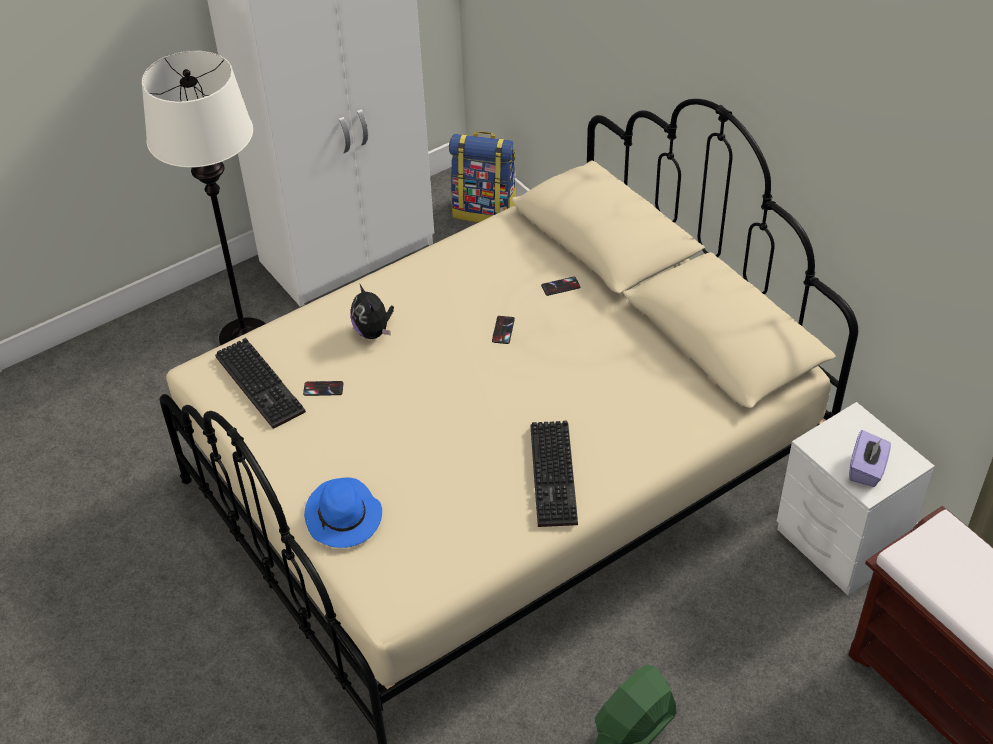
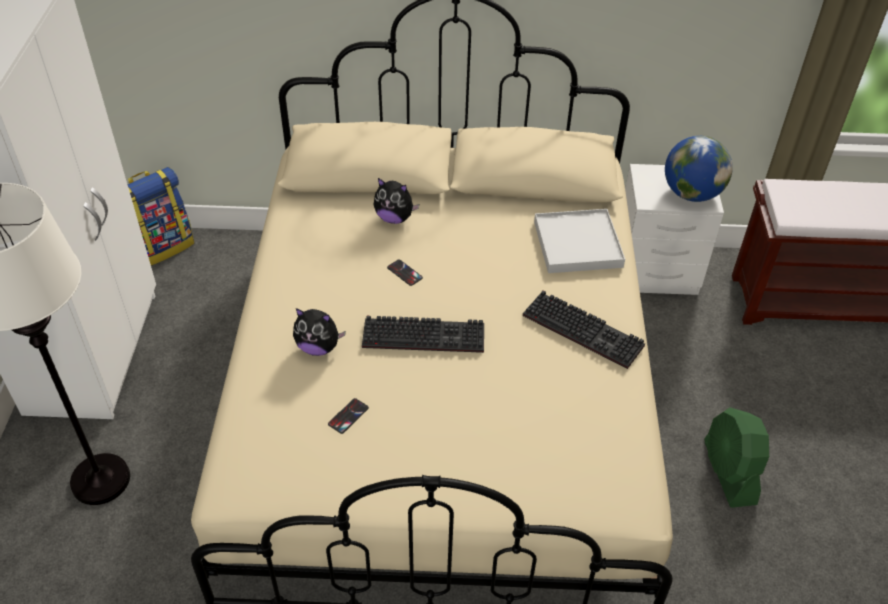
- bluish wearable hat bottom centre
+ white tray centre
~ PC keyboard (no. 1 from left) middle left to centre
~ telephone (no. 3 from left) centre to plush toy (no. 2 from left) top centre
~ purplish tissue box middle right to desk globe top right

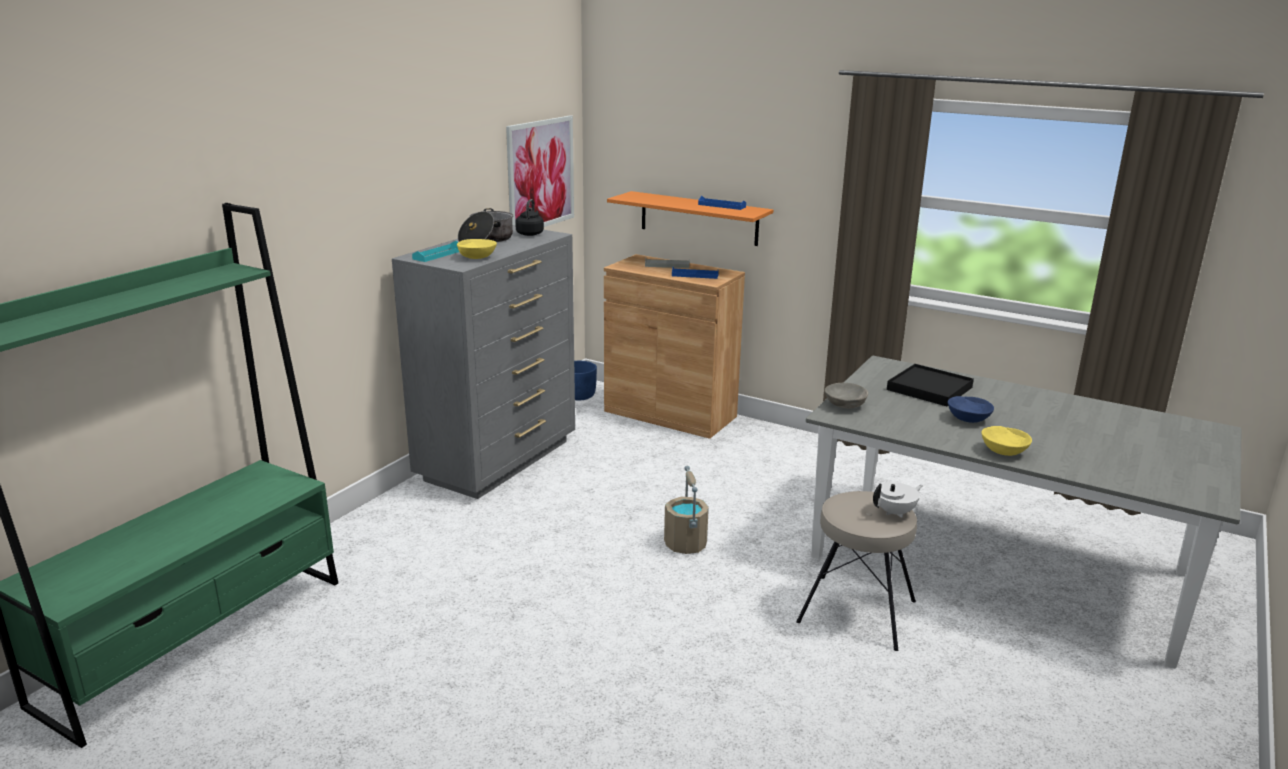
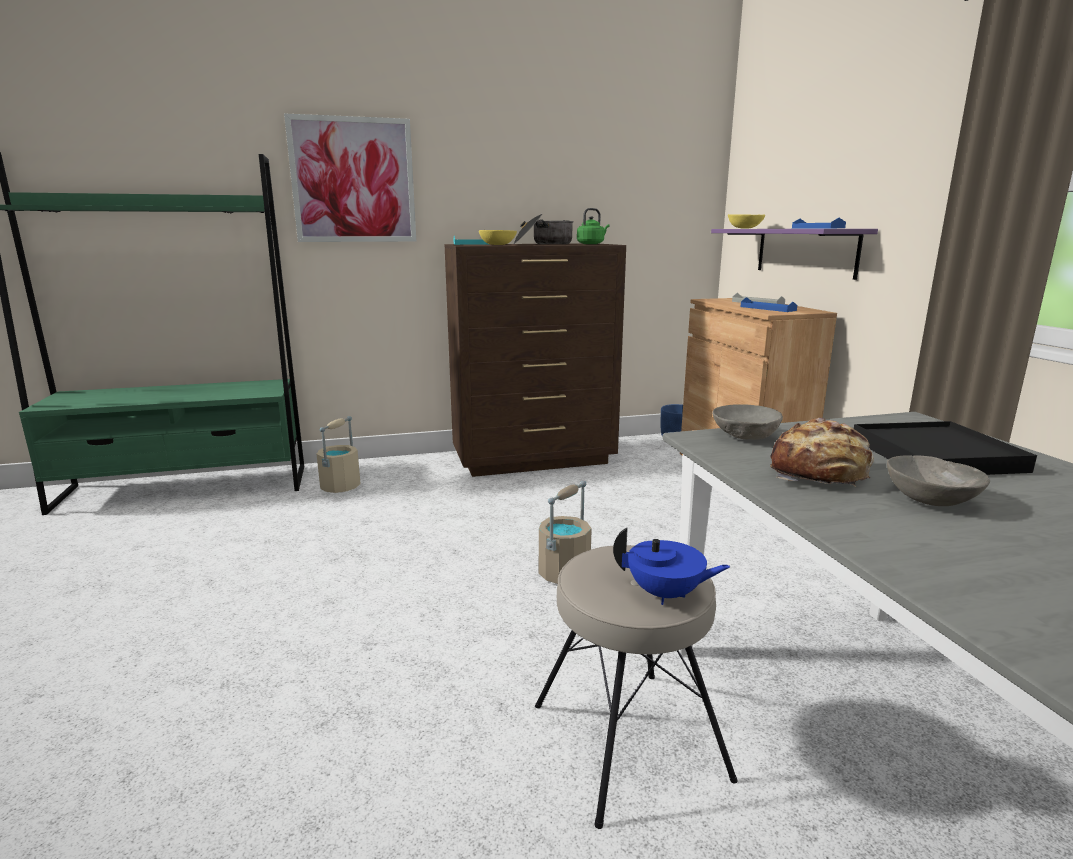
+ beige bucket (no. 1 from left) middle left
+ baked bread middle right
~ wall art top centre to top left
~ yellowish serving bowl (no. 2 from left) middle right to top right
~ grey drawer chest centre to brown-coloured drawer chest centre
~ blackish tea kettle top centre to green tea kettle top centre
~ orange-coloured bracket shelf top centre to purplish bracket shelf top right
~ white tea pot middle right to bluish tea pot centre
~ bluish serving bowl middle right to grey serving bowl (no. 2 from left) middle right

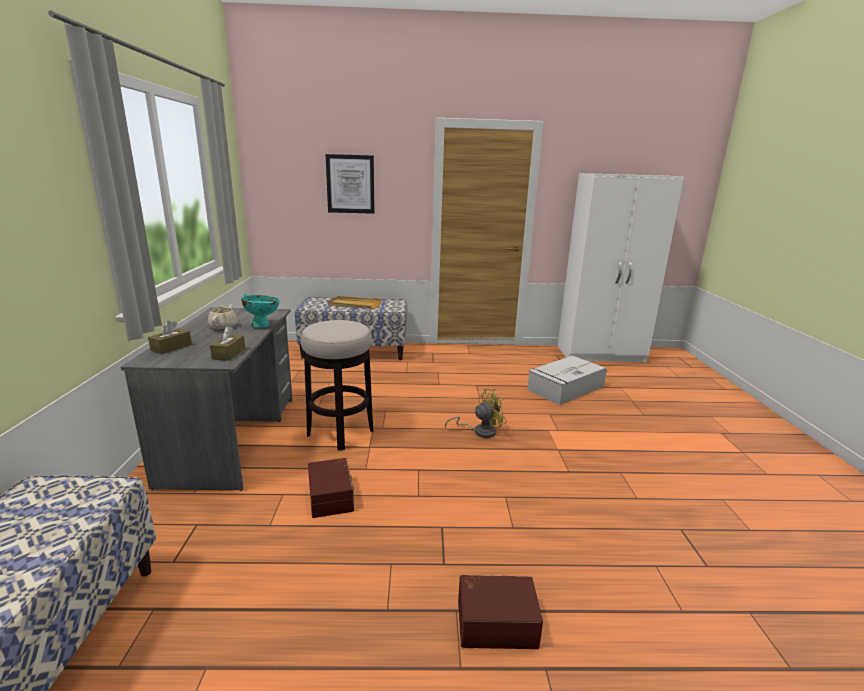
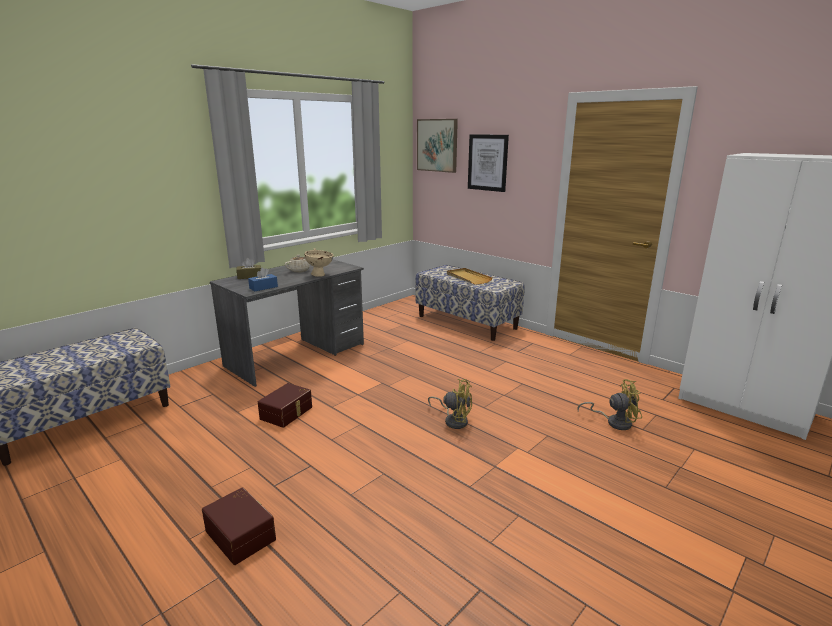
- stool centre
+ wall art (no. 1 from left) top centre
~ grey storage container centre to yellowish electric fan (no. 2 from left) middle right
~ brown-coloured tissue box (no. 2 from left) middle left to bluish tissue box middle left
~ blue-green serving bowl middle left to beige serving bowl centre

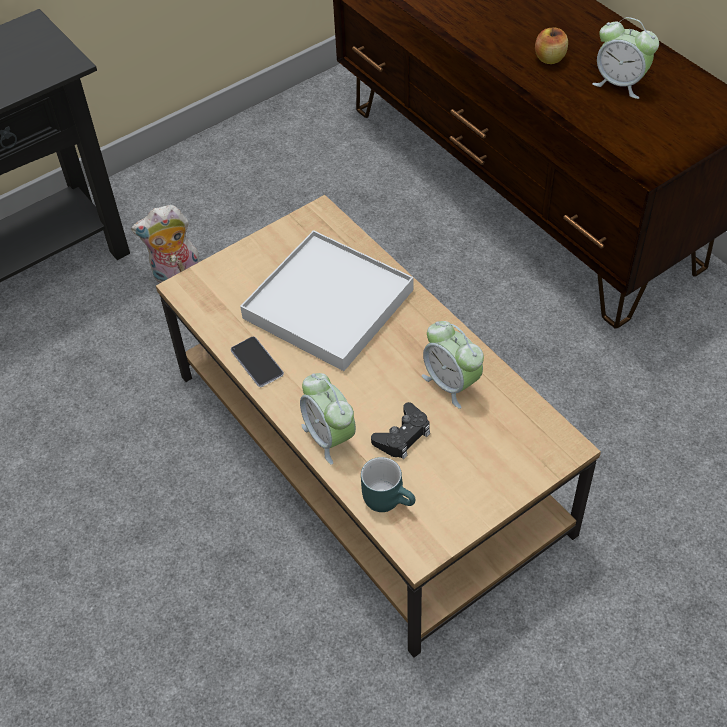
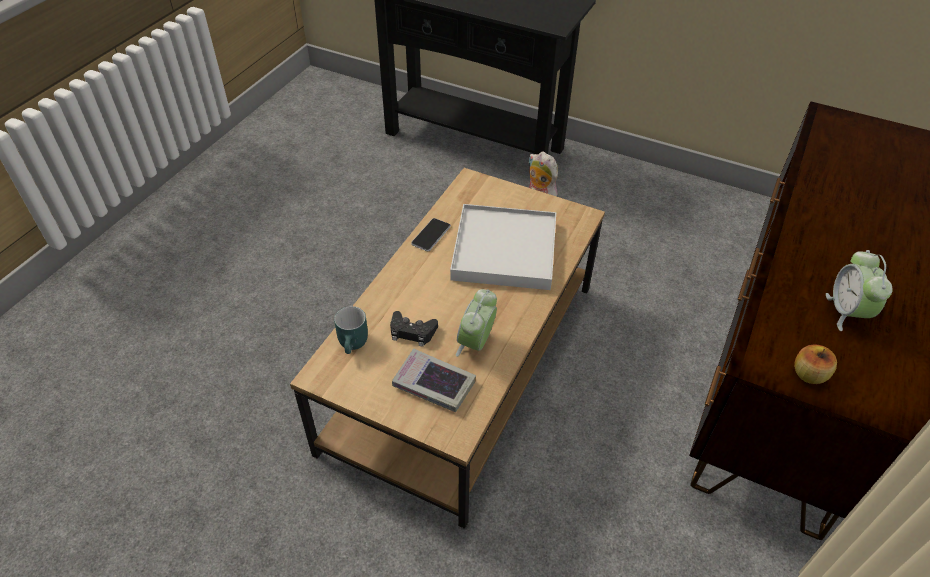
- bedside clock (no. 1 from left) centre
+ book centre
~ apple fruit top right to middle right

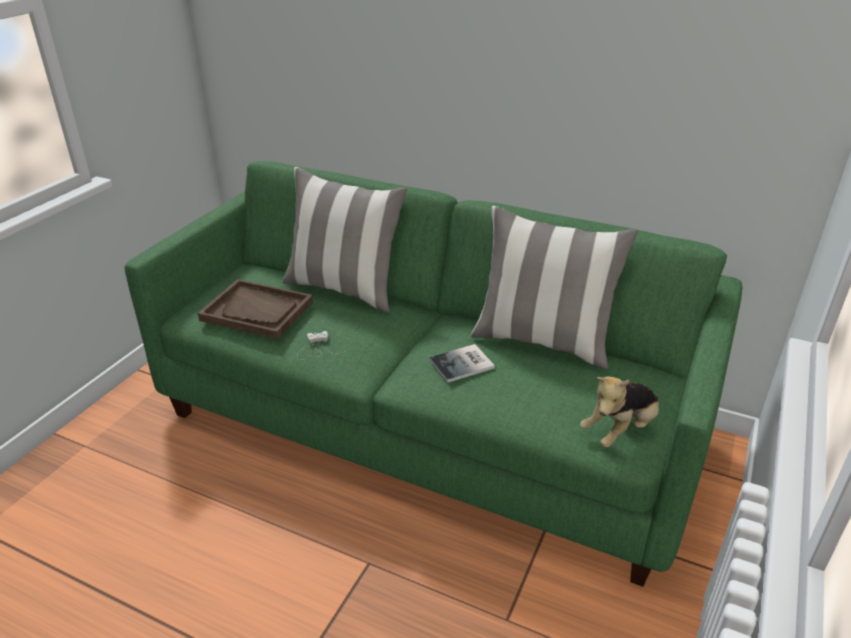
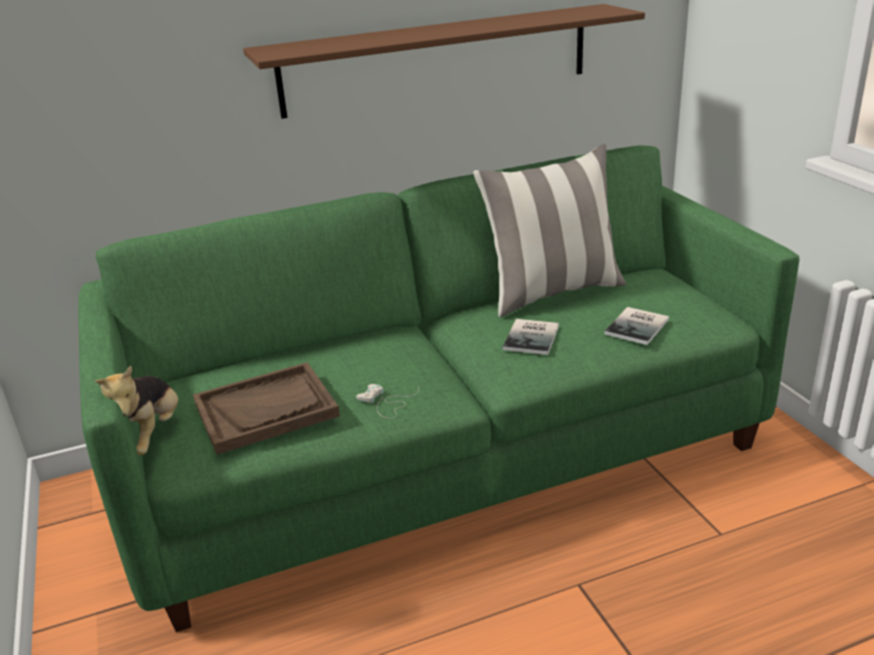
- cushion (no. 1 from left) centre
+ brown-coloured bracket shelf top centre
+ book (no. 2 from left) middle right
~ plush toy middle right to middle left

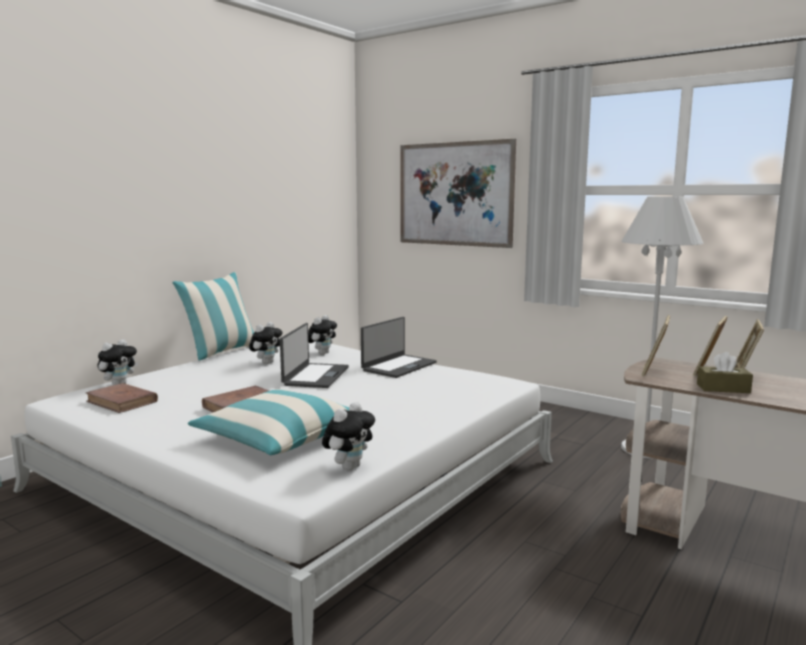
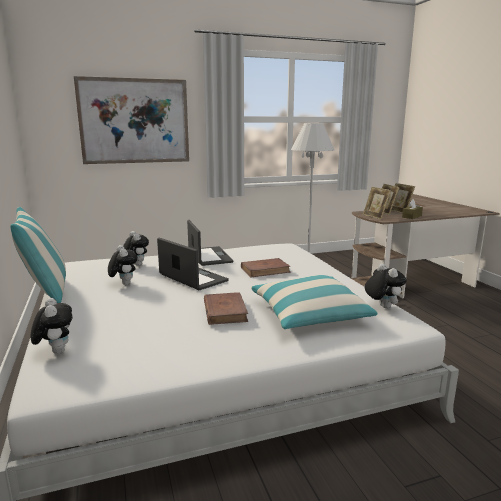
~ brown-coloured book (no. 1 from left in the first image) middle left to brown-coloured book (no. 2 from left) centre

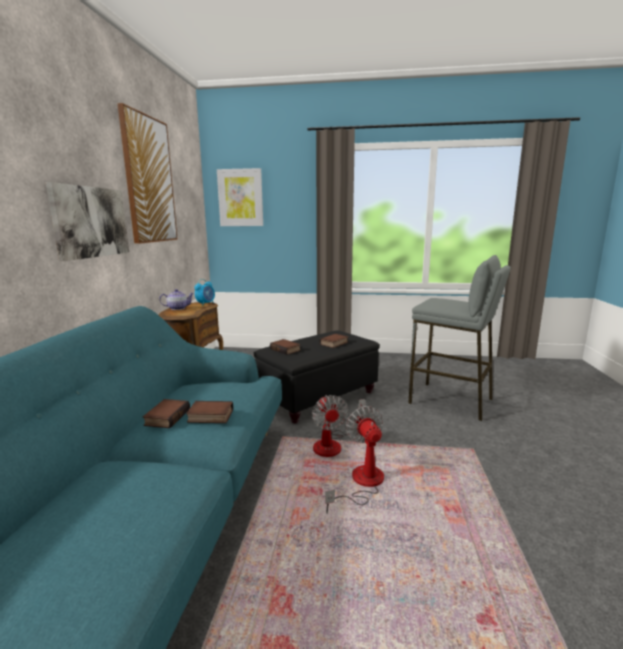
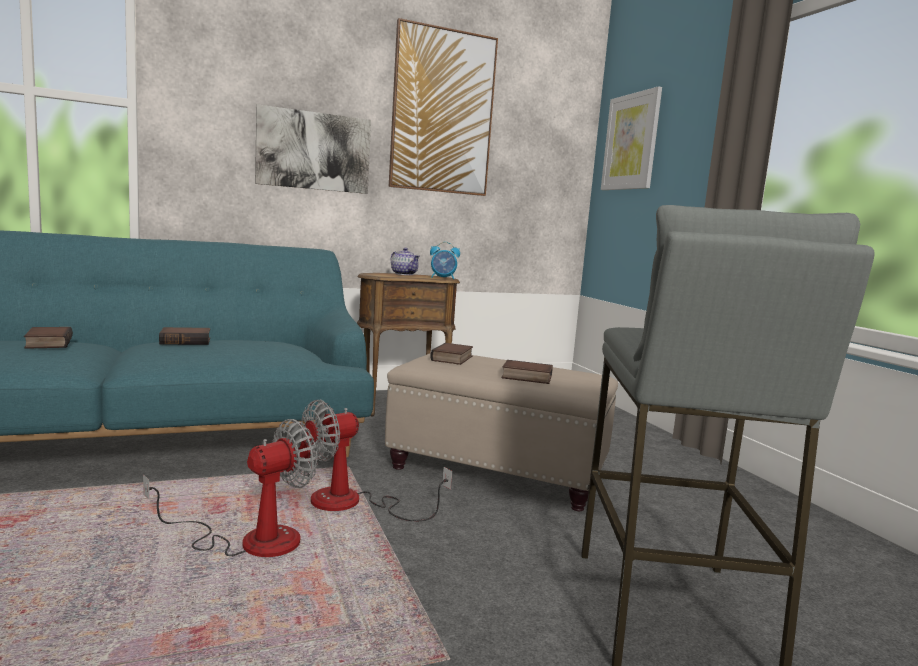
~ book (no. 2 from left in the first image) centre to book (no. 1 from left) middle left
~ blackish pouffe centre to beige pouffe centre

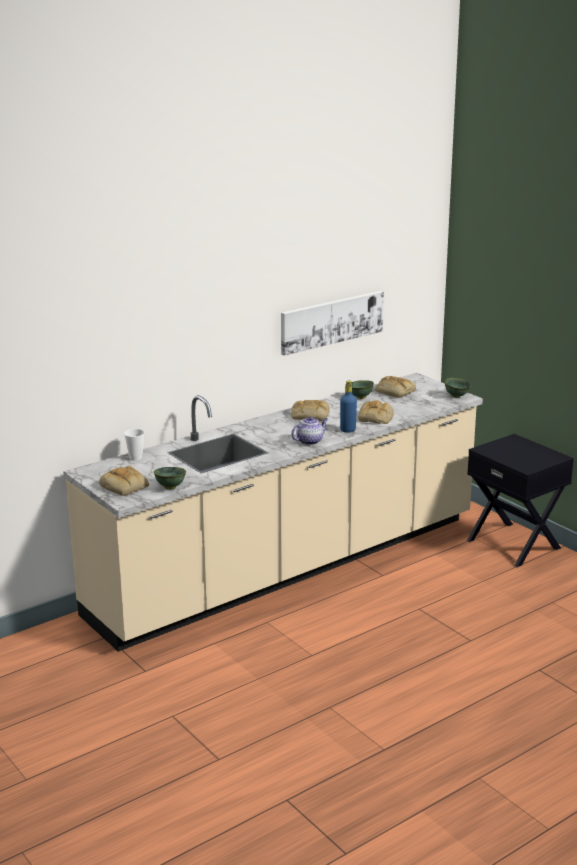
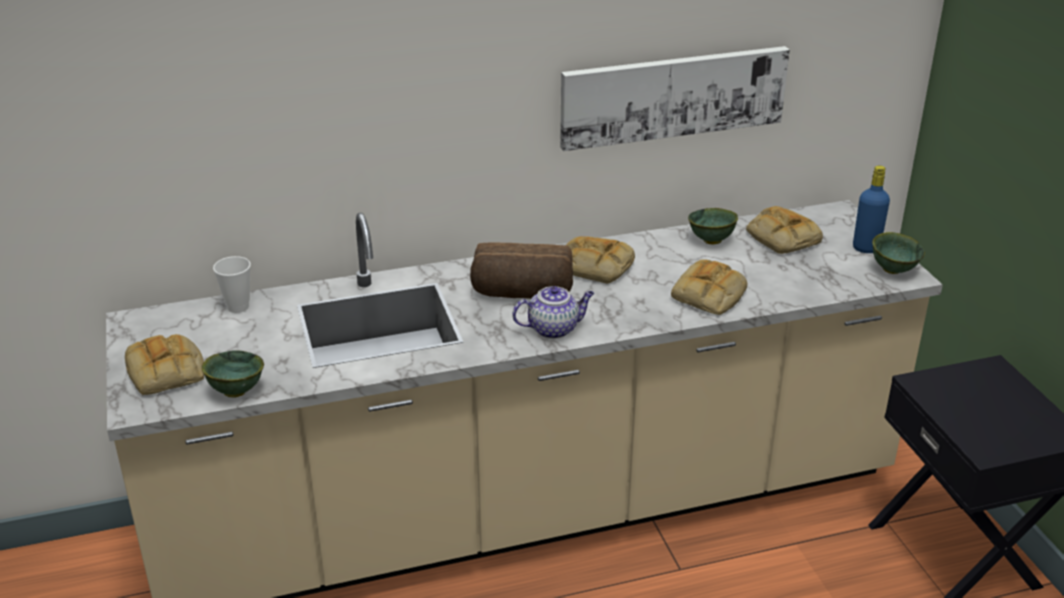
+ baked bread (no. 2 from left) centre
~ bluish drink bottle centre to middle right

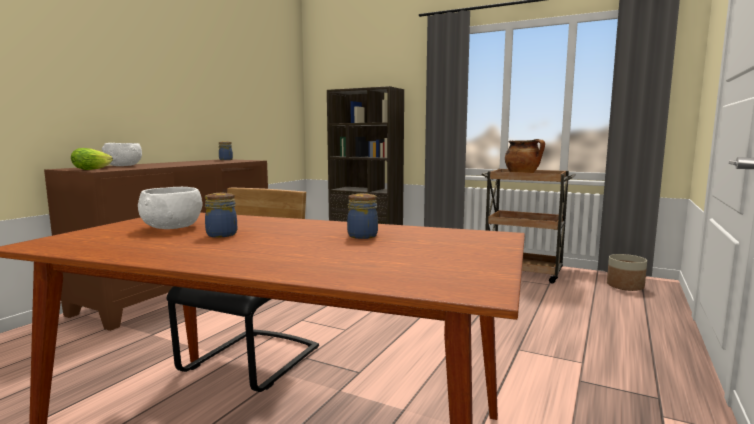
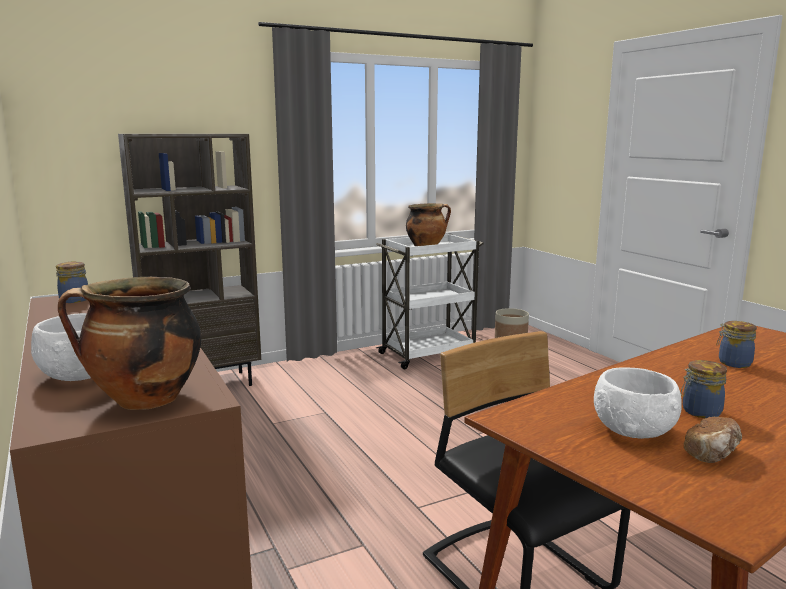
+ baked bread bottom right
~ lettuce middle left to saucepot (no. 1 from left) middle left
~ brown-coloured cart middle right to white cart centre

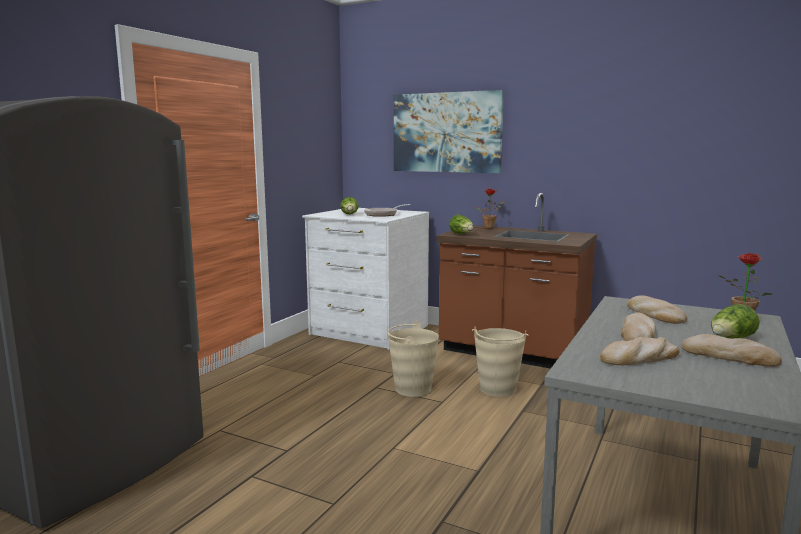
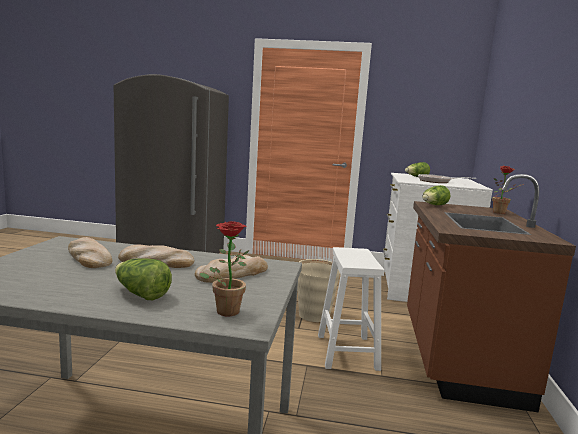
- wall art top centre
- baked bread (no. 4 from left) middle right
~ beige bucket (no. 2 from left) bottom centre to white stool bottom centre

